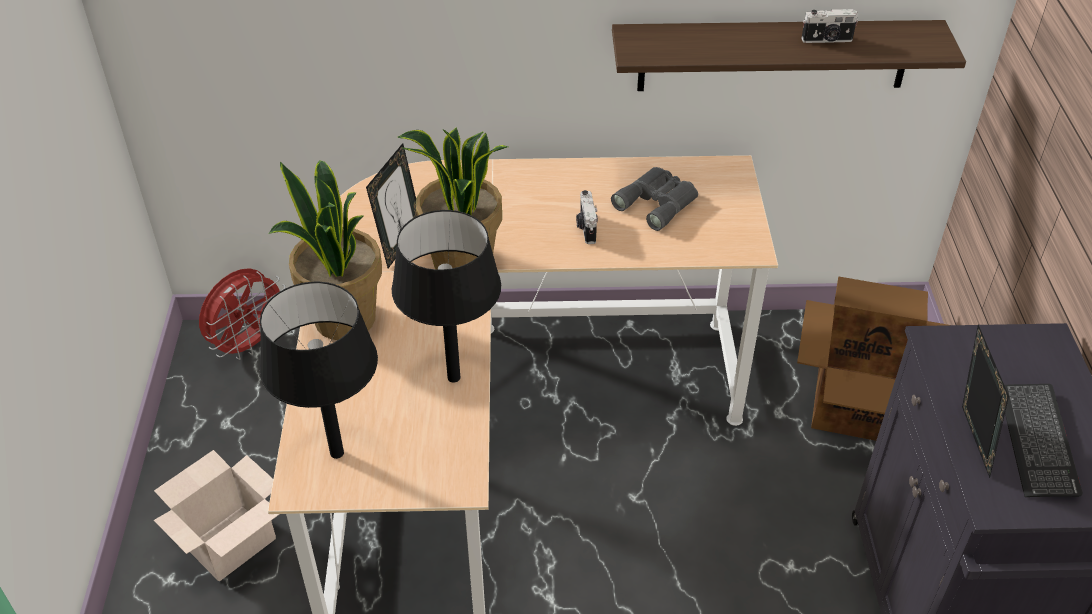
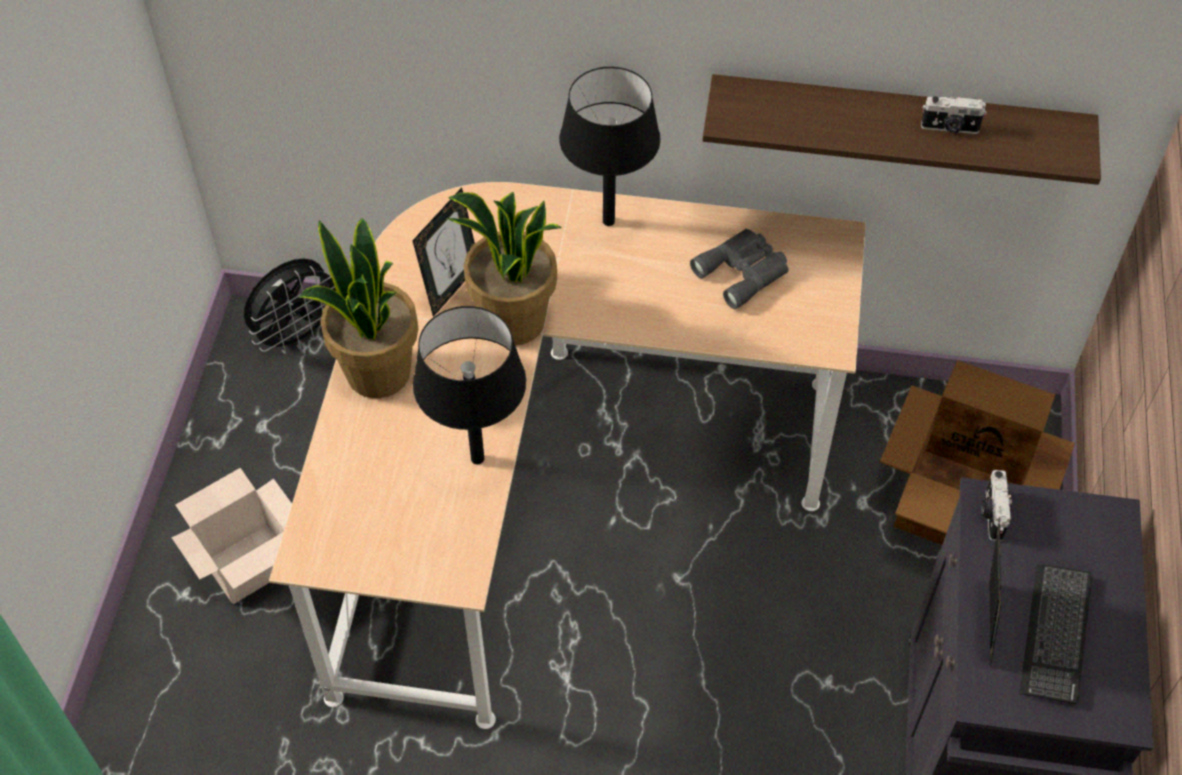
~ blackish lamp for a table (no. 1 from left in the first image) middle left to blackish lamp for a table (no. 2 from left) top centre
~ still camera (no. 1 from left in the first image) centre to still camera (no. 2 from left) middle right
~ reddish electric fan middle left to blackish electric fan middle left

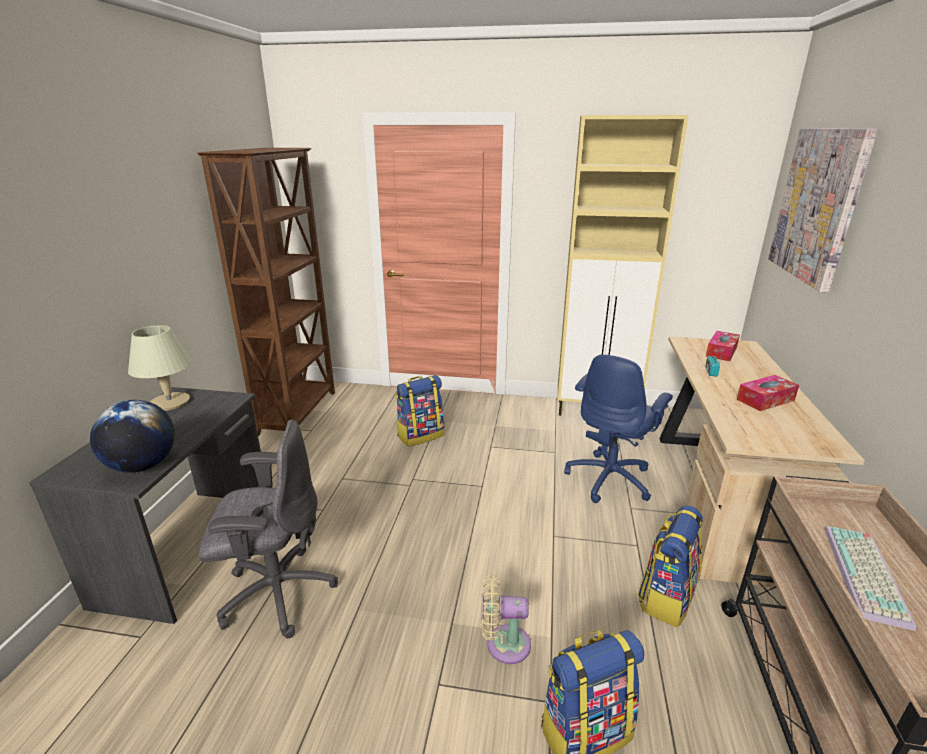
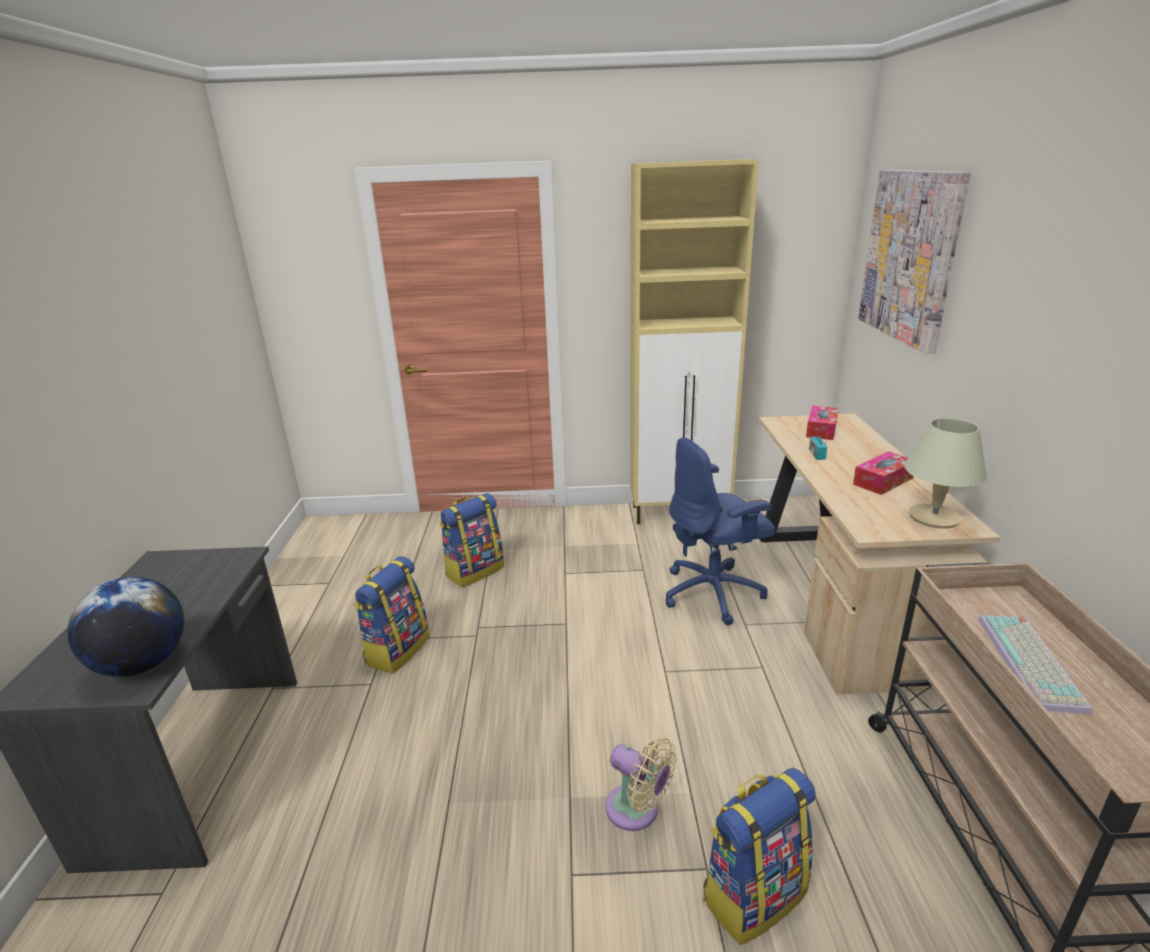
- brown-coloured bookcase middle left
- grey office chair bottom left
~ beige lamp for a table middle left to middle right
~ knapsack (no. 3 from left in the first image) bottom right to knapsack (no. 1 from left) centre
~ beige electric fan bottom centre = bottom centre 135 degrees counterclockwise
~ bluish office chair middle right = centre 45 degrees clockwise

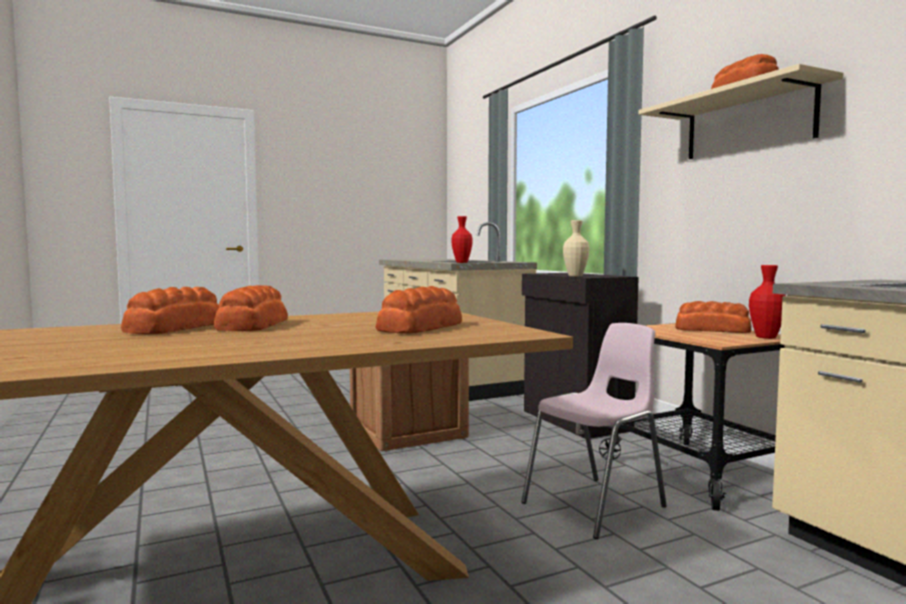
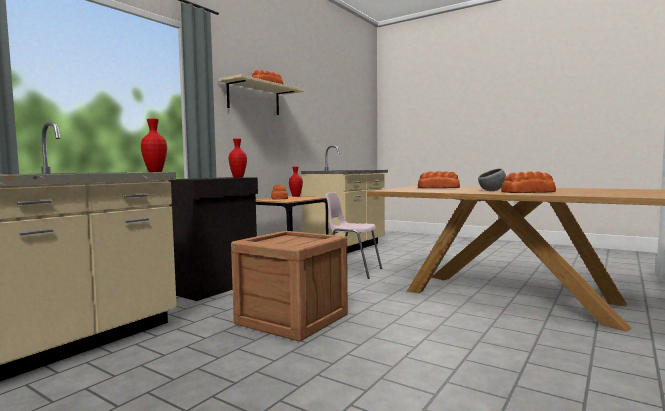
~ baked bread (no. 2 from left) middle left to grey serving bowl middle right
~ beige decorative vase centre to reddish decorative vase (no. 2 from left) centre

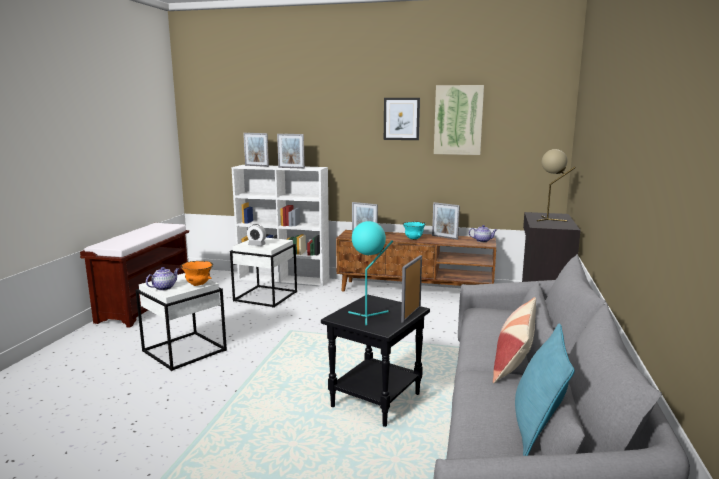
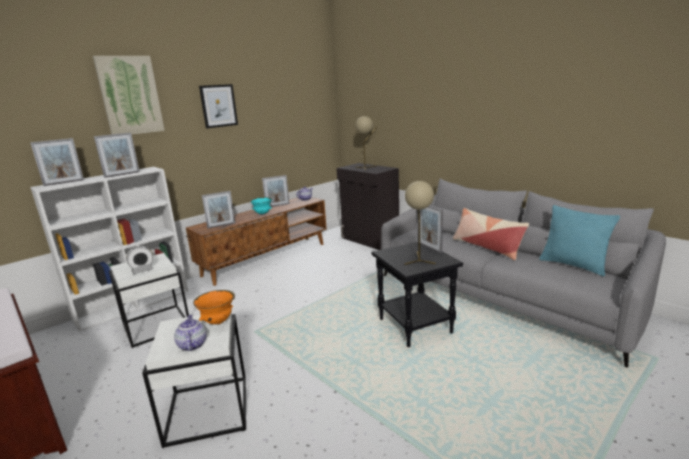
~ wall art (no. 2 from left in the first image) top centre to wall art (no. 1 from left) top left
~ blue-green lamp for a table centre to beige lamp for a table (no. 2 from left) centre

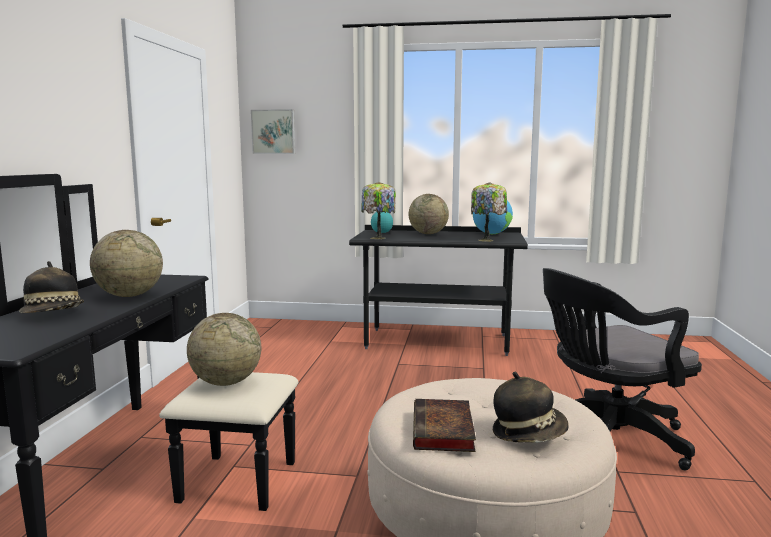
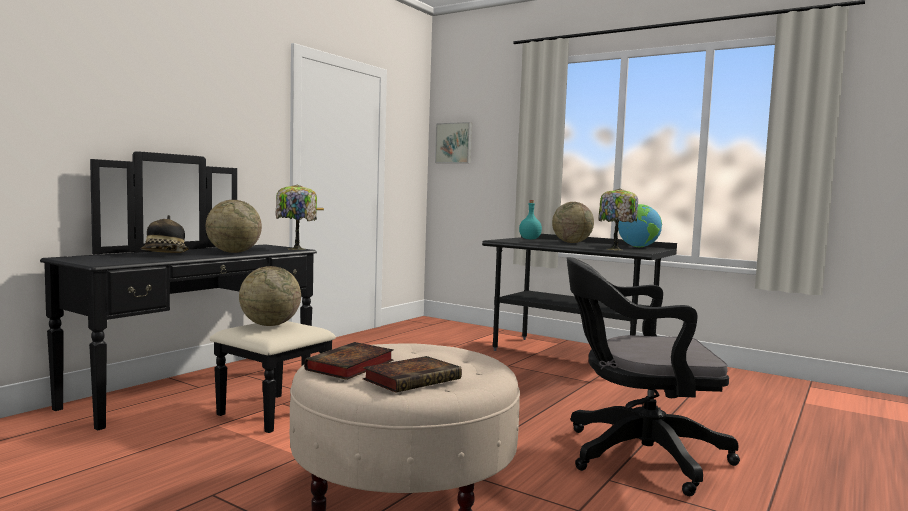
~ lamp for a table (no. 1 from left) centre to middle left
~ wearable hat (no. 2 from left) bottom right to book (no. 2 from left) bottom centre

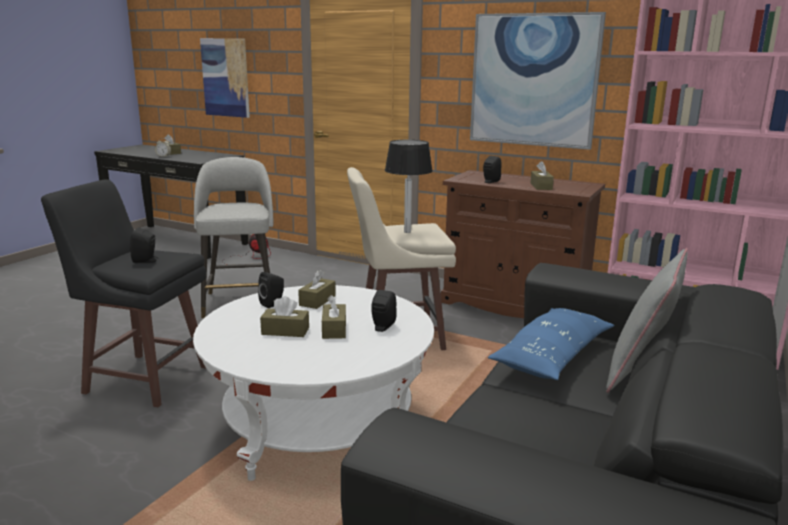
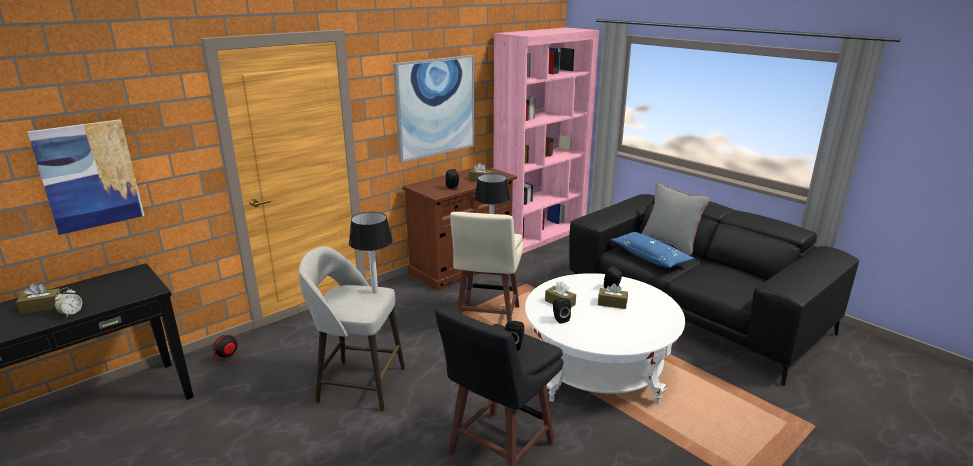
- brown-coloured tissue box (no. 2 from left) centre
+ lamp for a table (no. 1 from left) centre

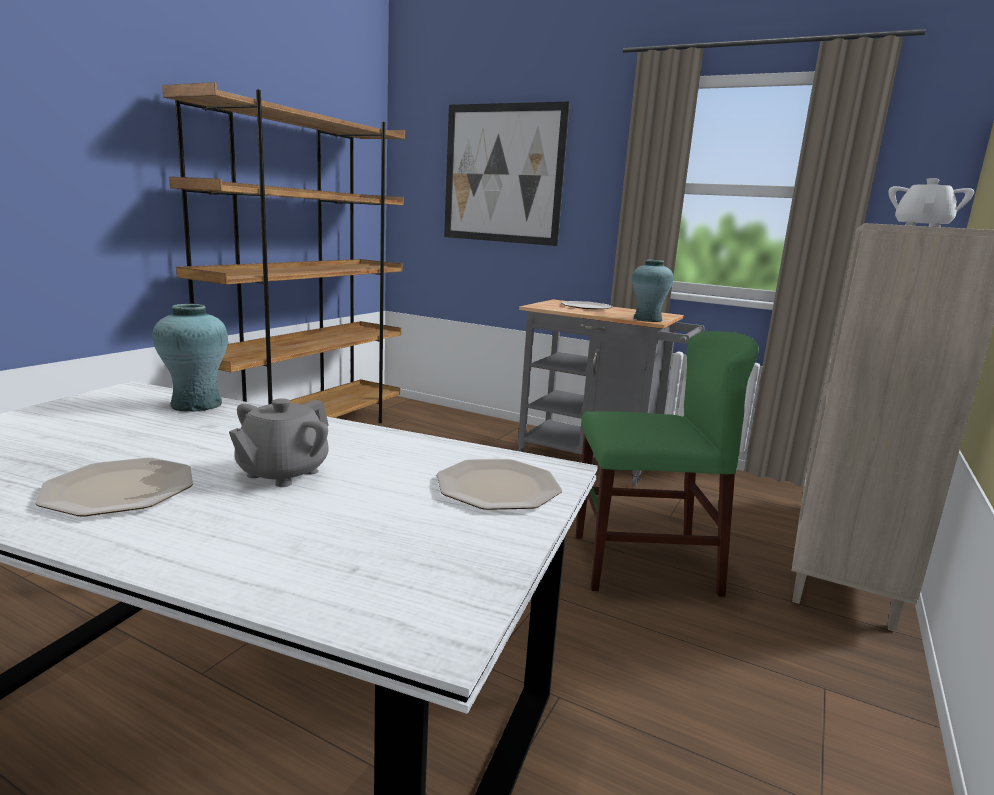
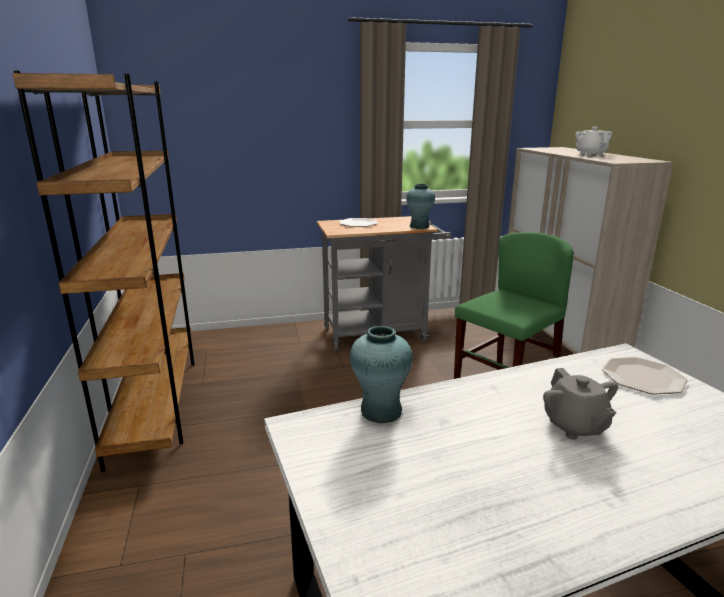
- flat dish (no. 1 from left) middle left
- wall art top centre

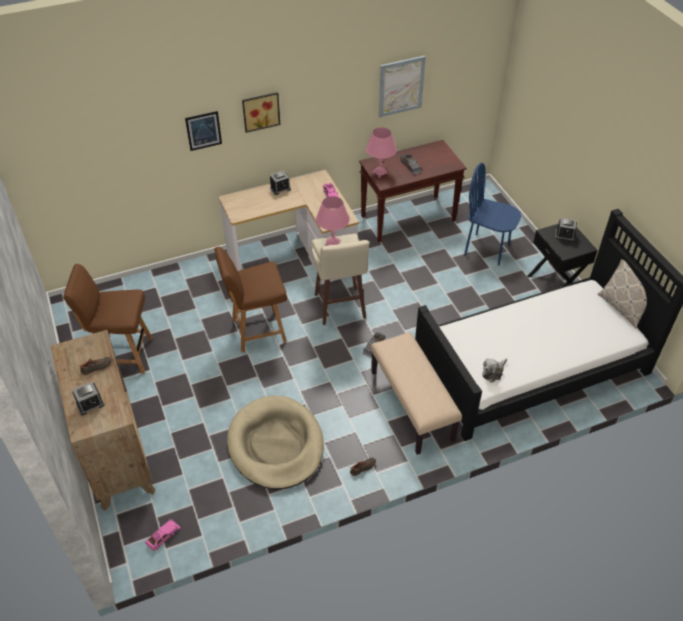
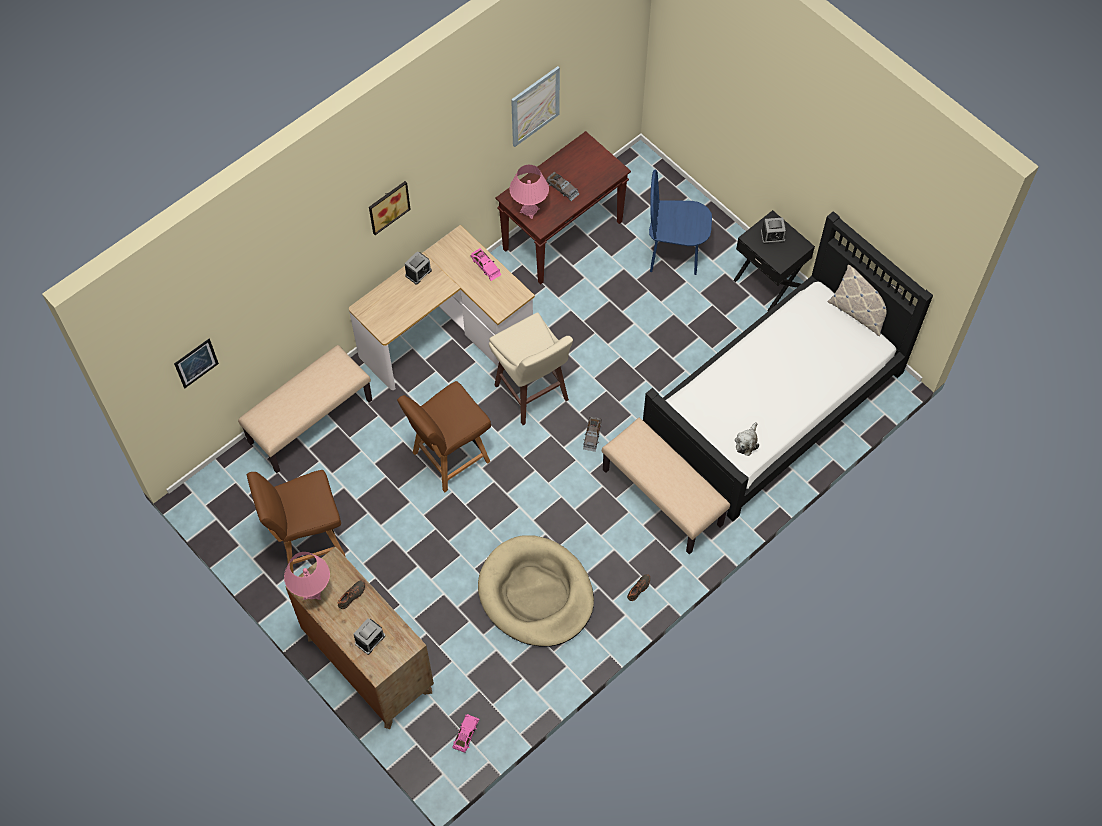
+ beige long seat (no. 1 from left) middle left
~ wall art (no. 1 from left) top left to middle left
~ pink lamp for a table (no. 1 from left) centre to bottom left

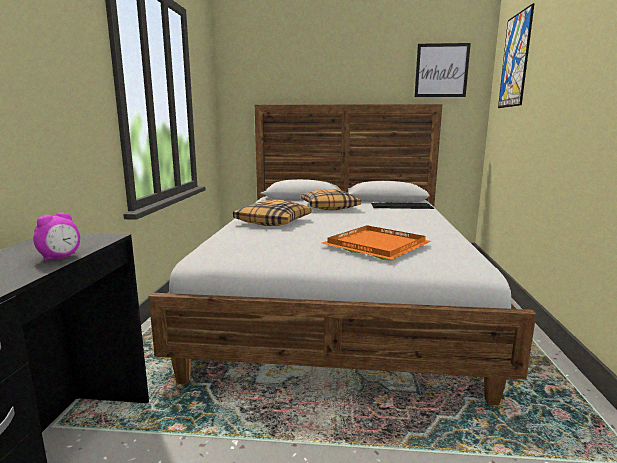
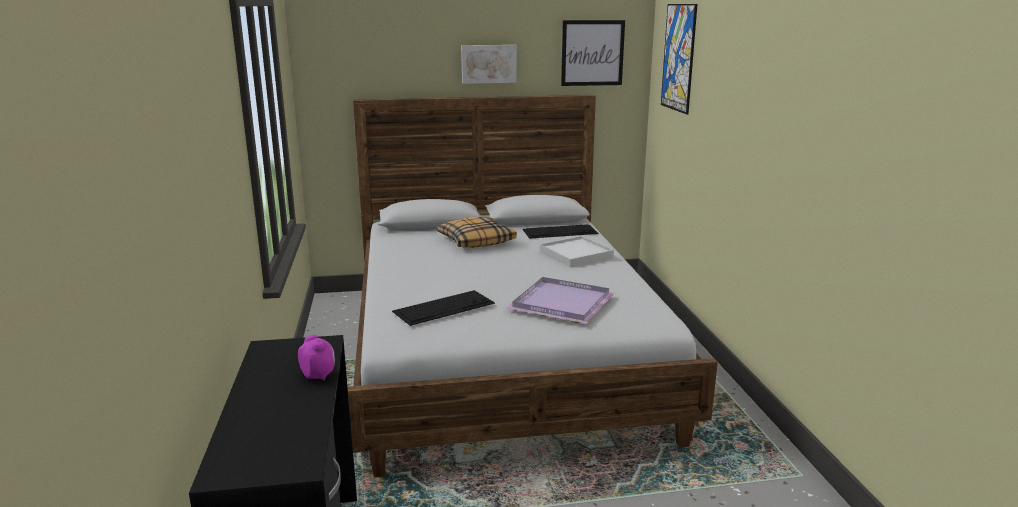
- cushion (no. 1 from left) centre
+ PC keyboard (no. 1 from left) centre
+ wall art (no. 1 from left) top centre
+ white tray centre
~ orange-coloured tray centre to purplish tray centre
~ bedside clock middle left = bottom left 60 degrees counterclockwise

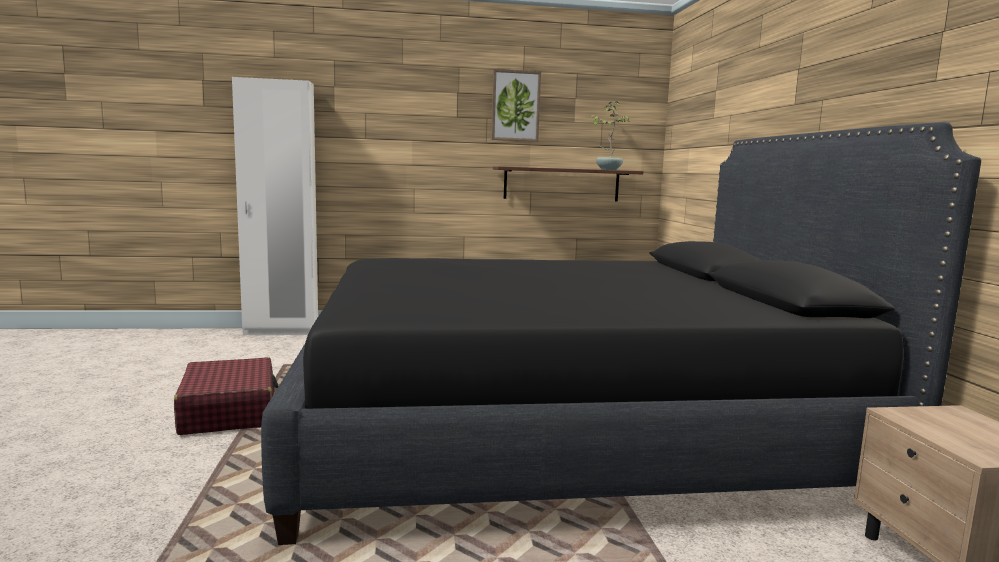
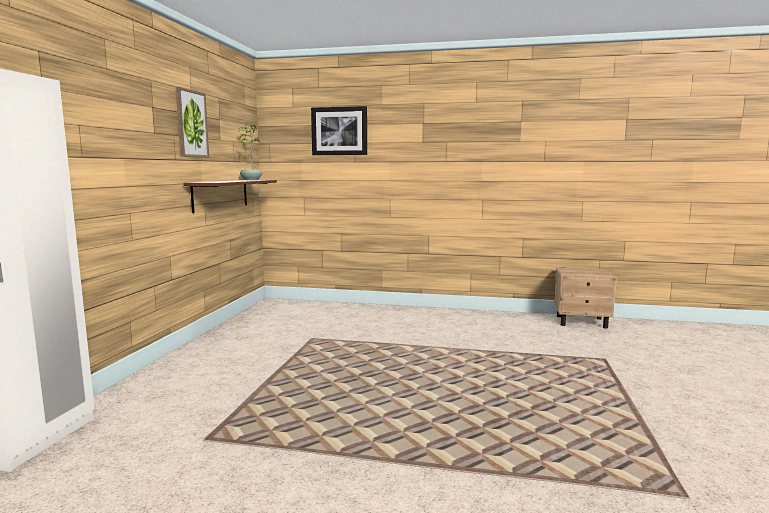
- reddish piece of luggage bottom left
- blackish bedroom bed centre
+ wall art (no. 2 from left) top centre

